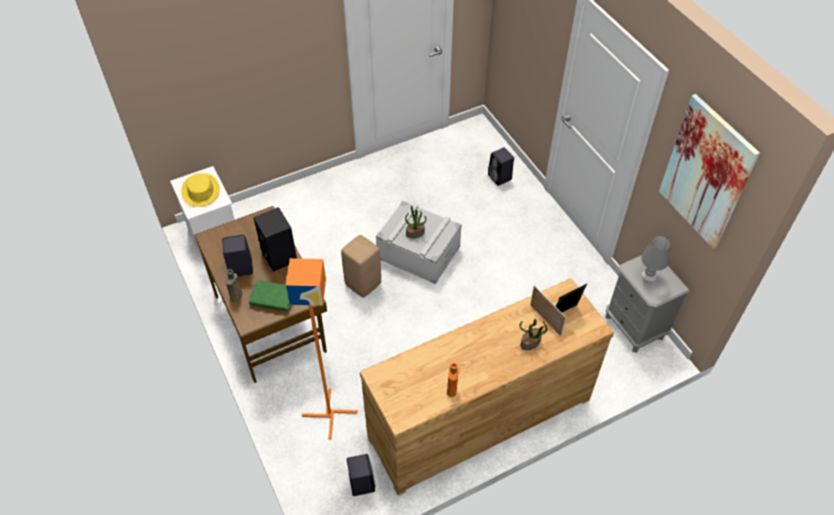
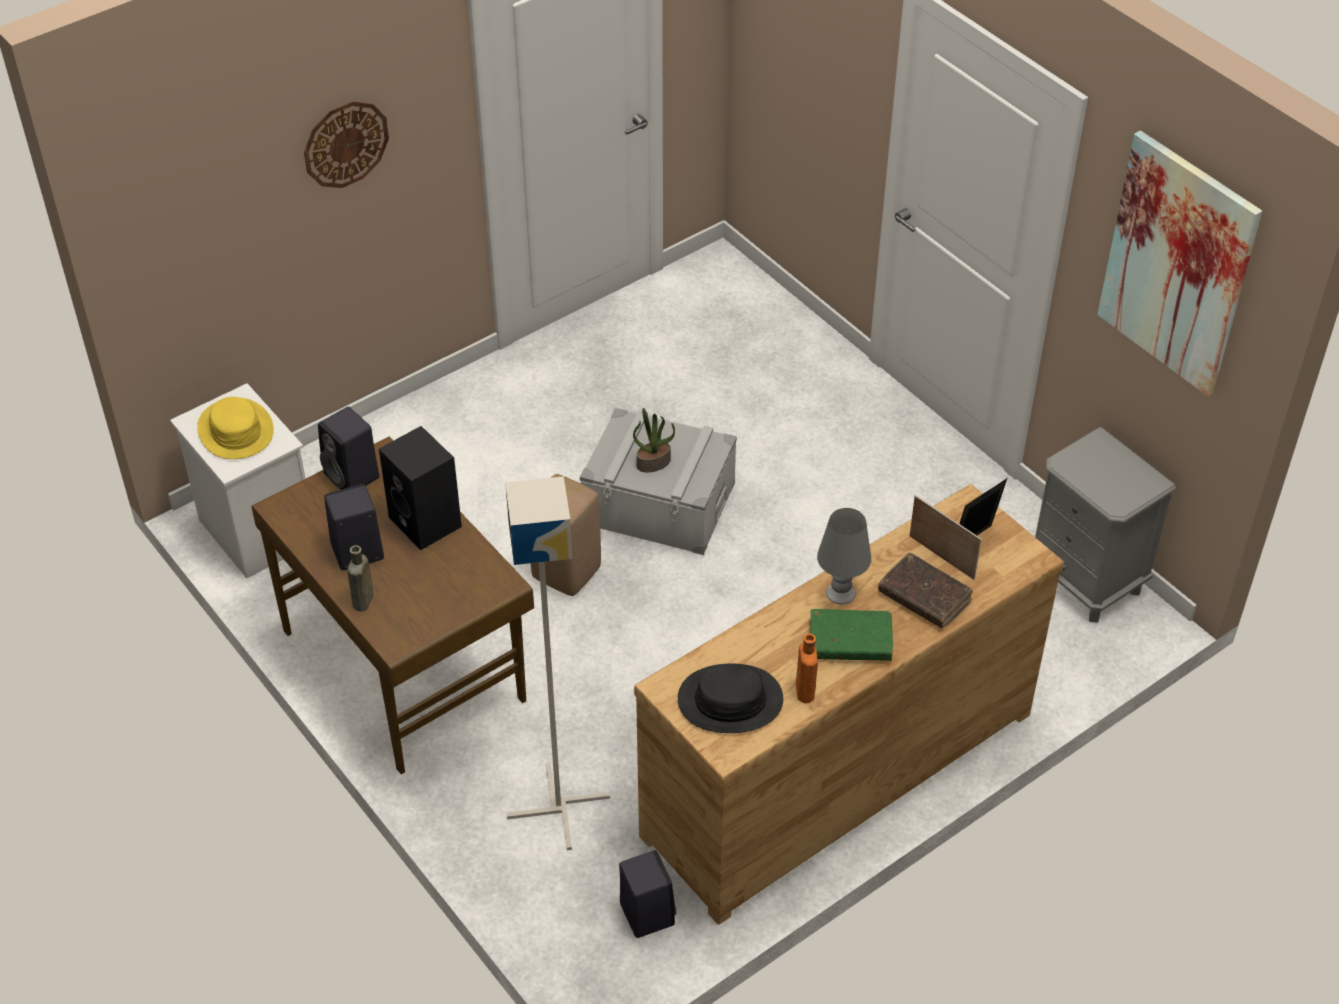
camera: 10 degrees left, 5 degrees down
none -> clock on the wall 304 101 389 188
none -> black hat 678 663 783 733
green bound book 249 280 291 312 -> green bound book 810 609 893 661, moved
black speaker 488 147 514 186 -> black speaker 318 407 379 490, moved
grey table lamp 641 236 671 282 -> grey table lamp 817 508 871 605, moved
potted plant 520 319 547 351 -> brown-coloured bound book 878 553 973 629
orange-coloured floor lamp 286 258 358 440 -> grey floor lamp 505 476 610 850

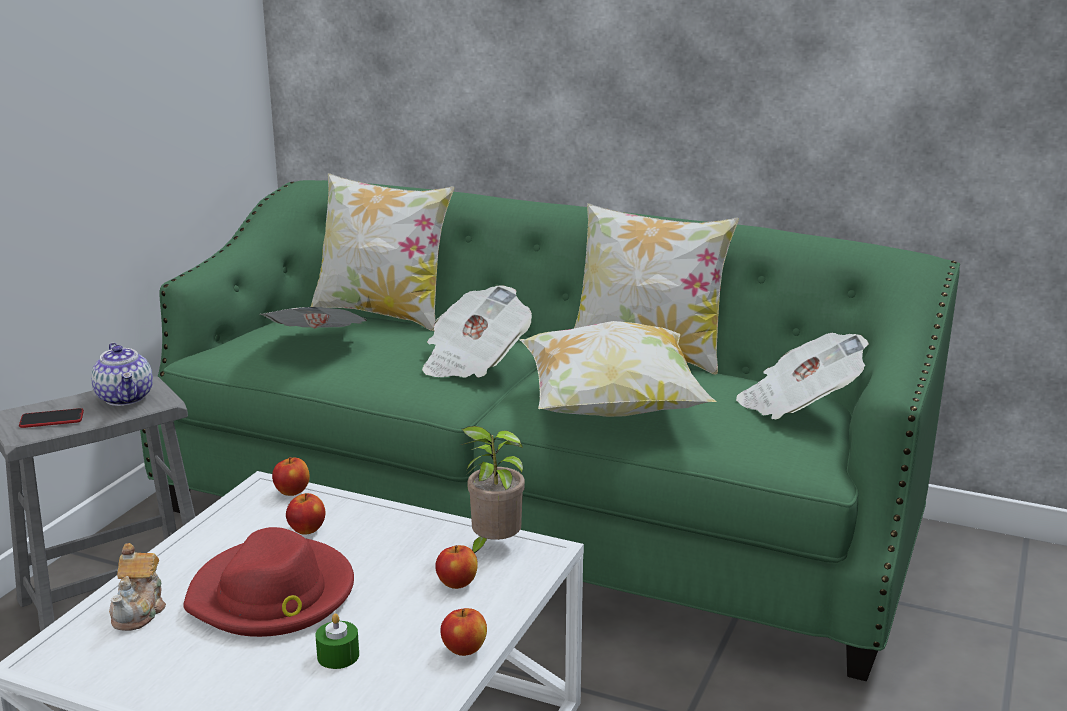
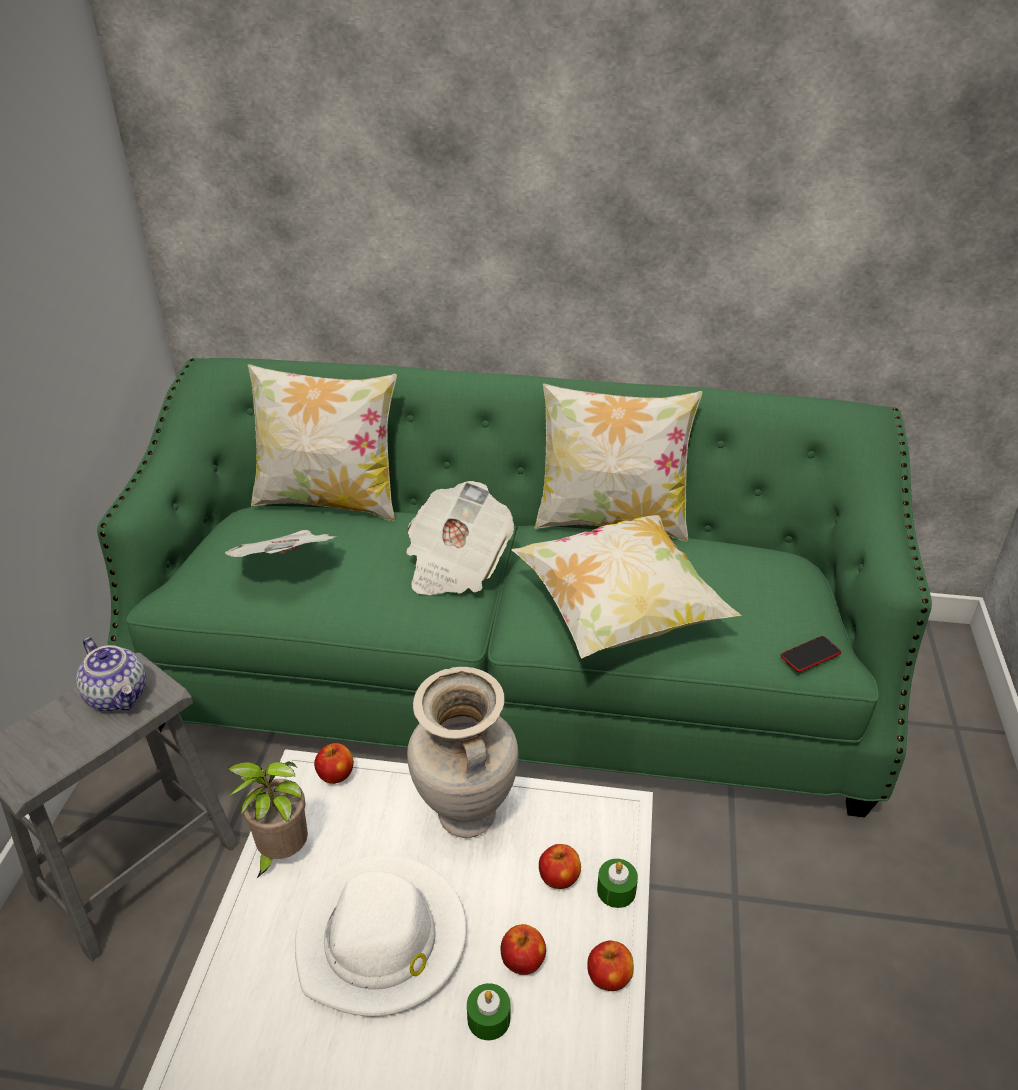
camera: 15 degrees left, 15 degrees up
tea pot 109 543 166 631 -> none
daily paper 736 333 869 419 -> none
none -> beige vase 407 667 518 838
none -> green candle 597 859 638 908
telephone 19 408 84 428 -> telephone 780 636 841 672, moved
apple 286 493 325 535 -> apple 501 924 546 975, moved
potted plant 461 426 525 553 -> potted plant 227 761 308 878, moved
red-coloured hat 183 527 354 637 -> white-coloured hat 295 855 467 1017

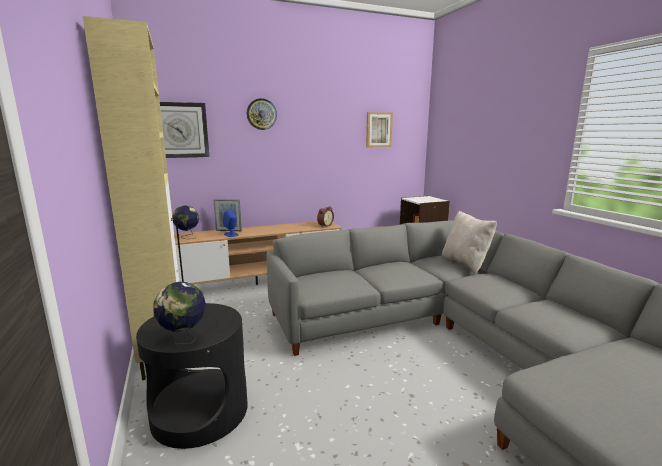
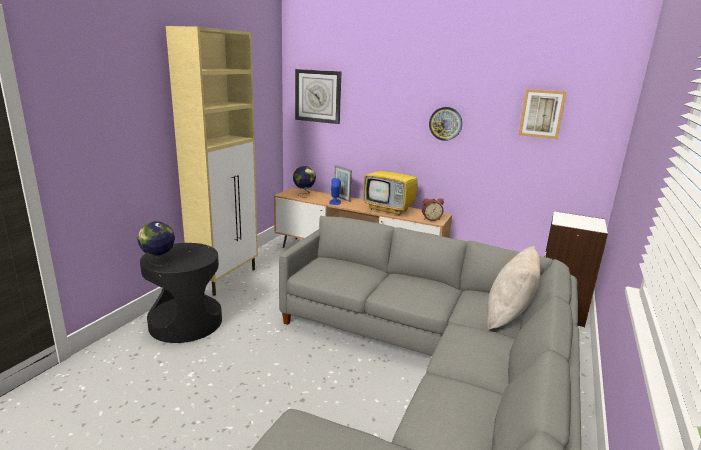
camera: 45 degrees right, 5 degrees up
none -> television 363 153 417 216
clock on the wall 247 98 277 130 -> clock on the wall 429 107 462 141, moved

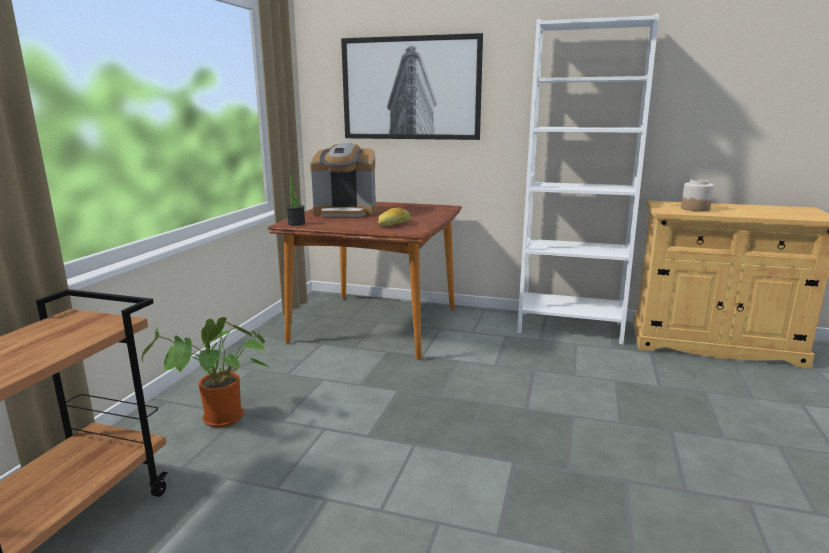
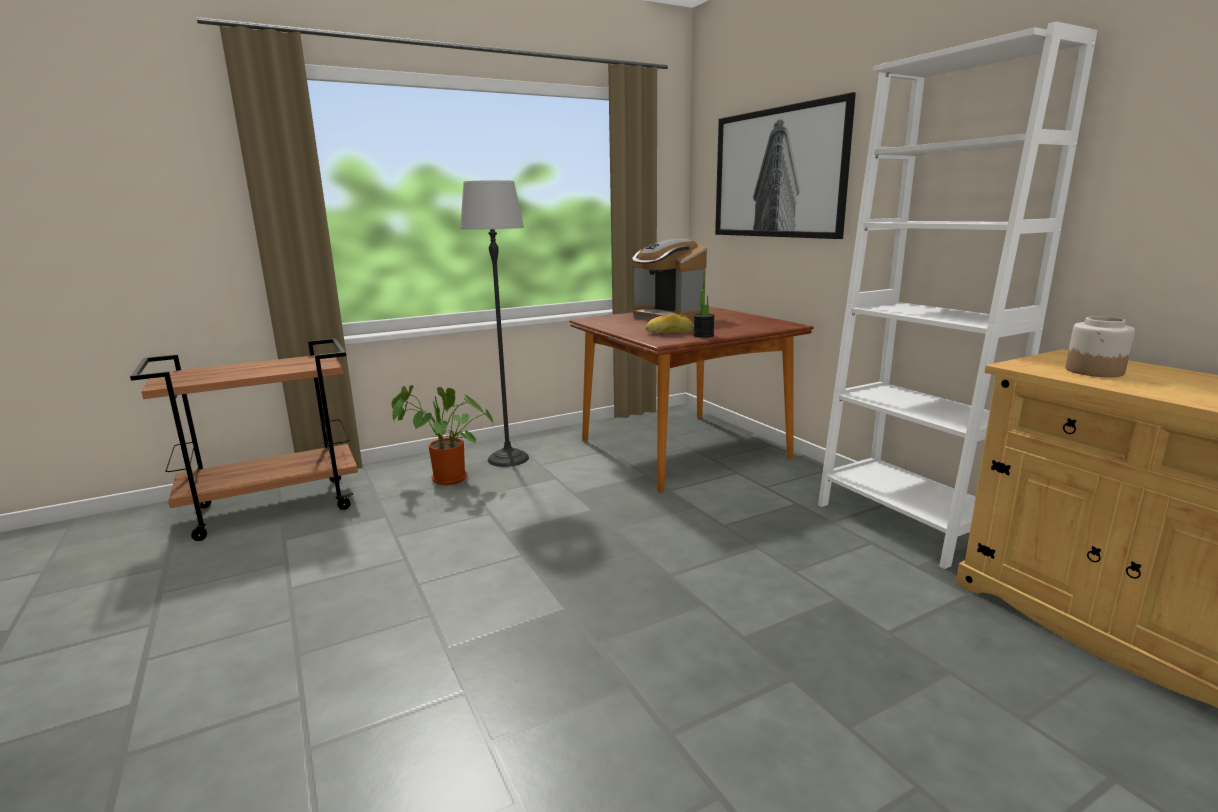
camera: 45 degrees right, 0 degrees up
none -> floor lamp 460 180 529 467
potted plant 287 172 305 225 -> potted plant 693 273 715 338, moved

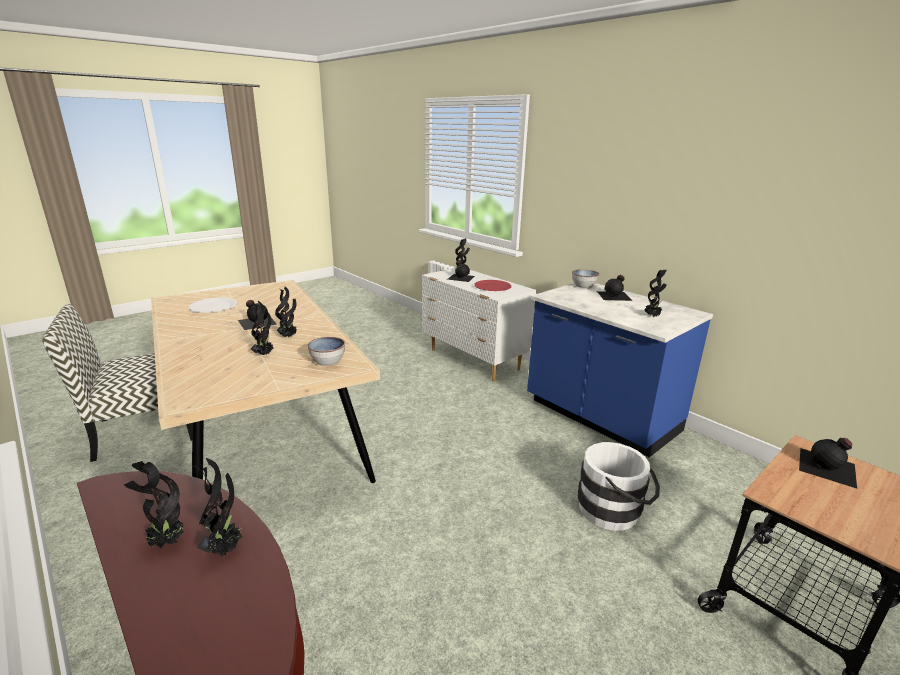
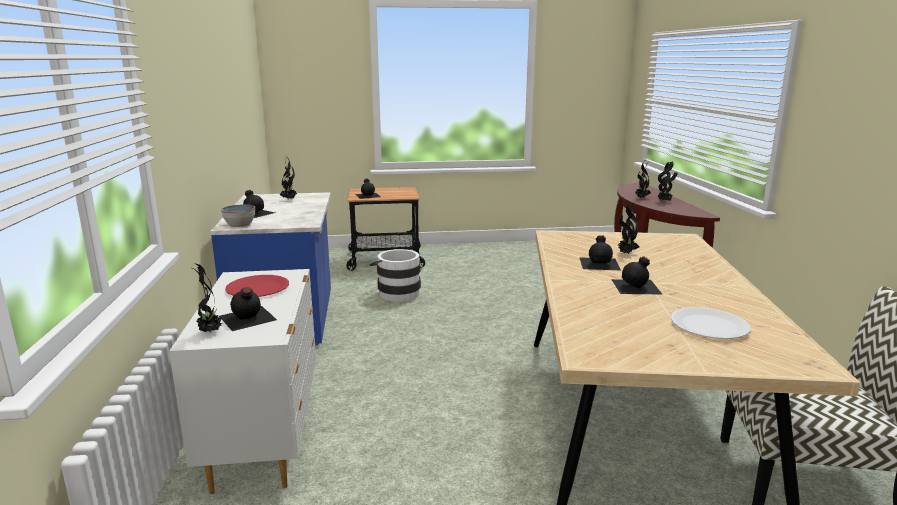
camera: 145 degrees left, 5 degrees down
serving bowl 308 337 345 366 -> none
potted plant 275 287 296 338 -> black bottle 579 235 621 270

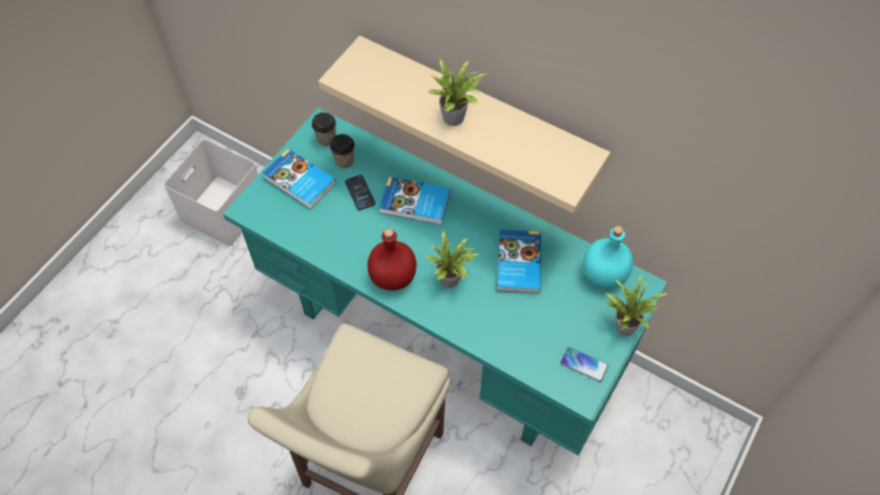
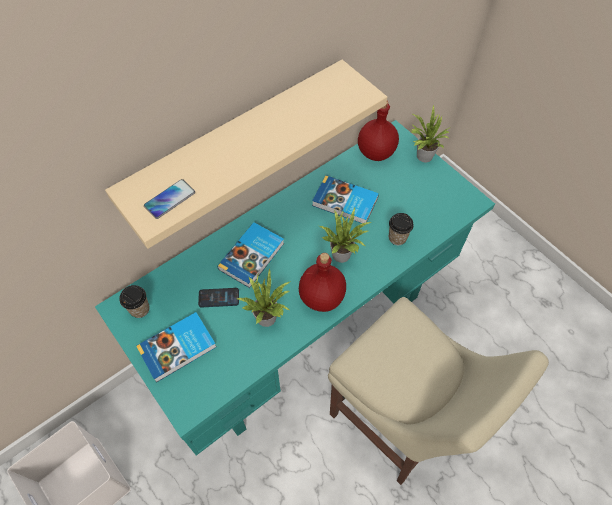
camera: 70 degrees left, 0 degrees up
drinking cup 330 134 355 168 -> drinking cup 389 213 414 245, moved
potted plant 427 58 487 126 -> potted plant 237 268 291 327, moved
telephone 560 347 609 382 -> telephone 144 179 195 219, moved
turquoise-coloured bottle 583 226 633 288 -> red-coloured bottle 358 101 399 161

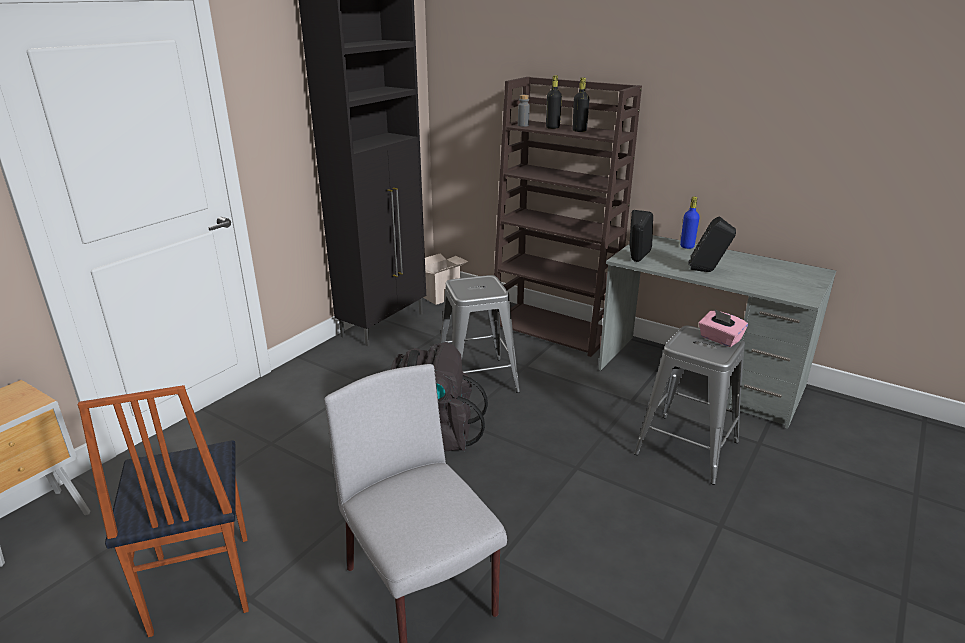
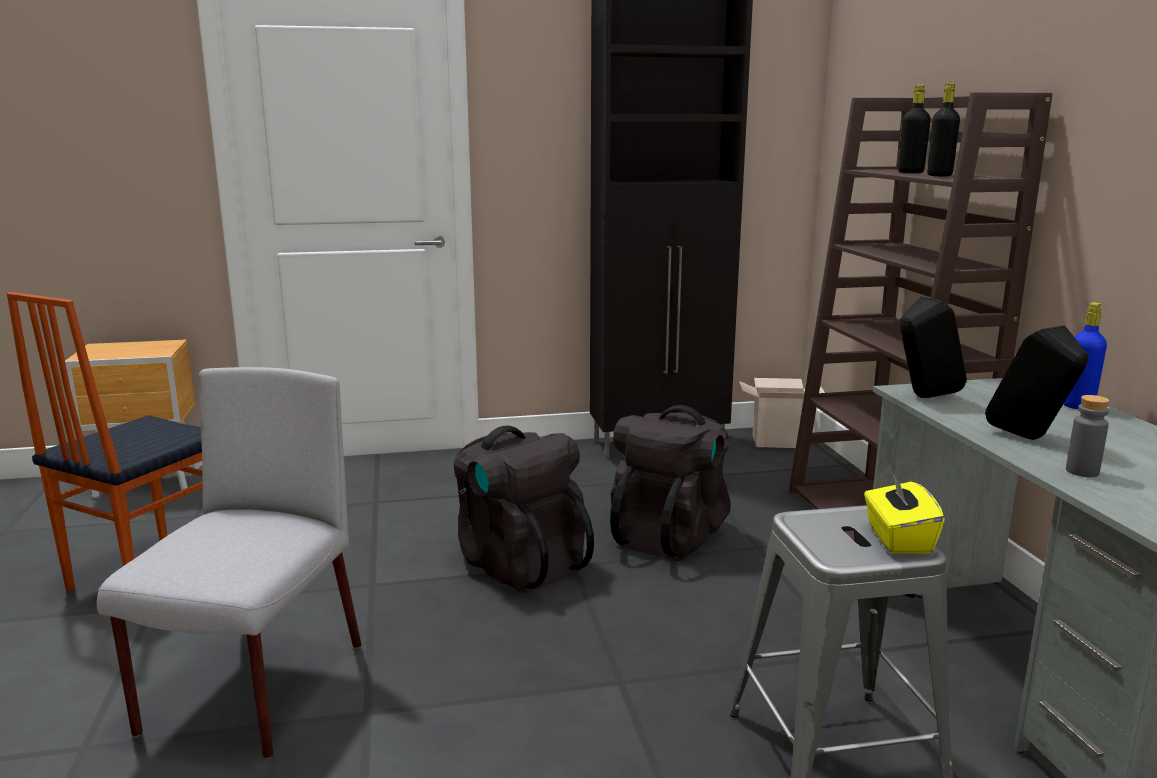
camera: 45 degrees right, 10 degrees down
grey bottle 518 95 530 127 -> grey bottle 1066 395 1110 477, moved
grey stool seat 440 275 520 393 -> black knapsack 610 405 731 561
pinkish tissue box 699 310 748 347 -> yellow-coloured tissue box 864 473 945 554

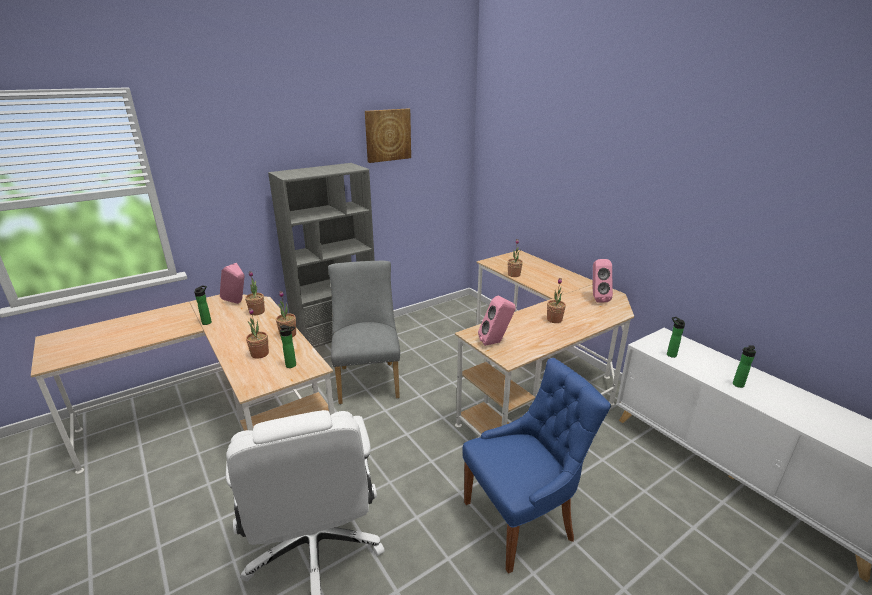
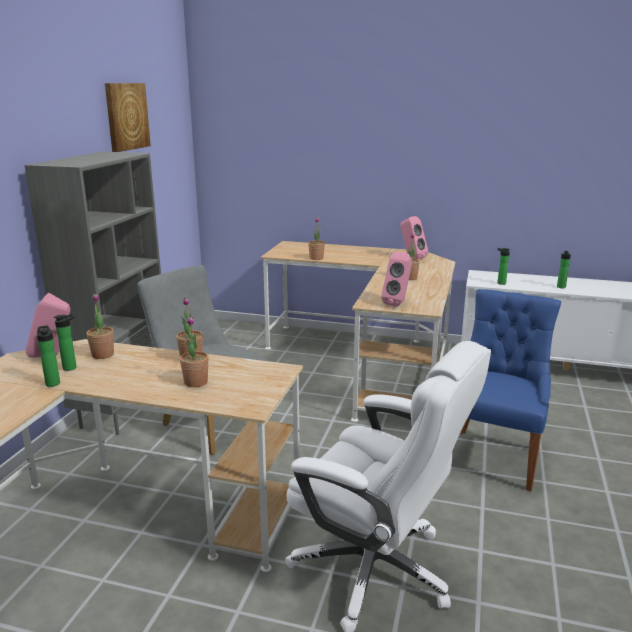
camera: 40 degrees left, 5 degrees down
bottle 280 325 296 368 -> bottle 54 314 77 371, moved

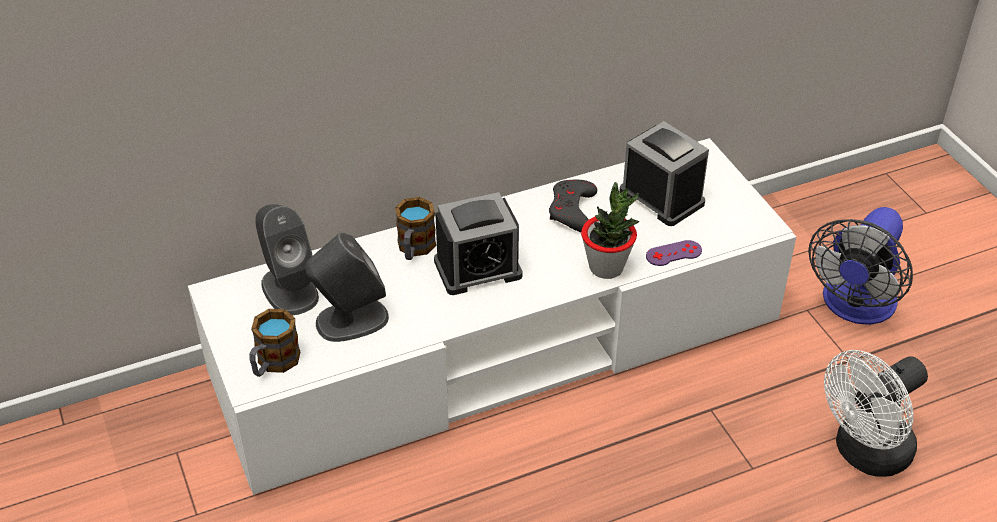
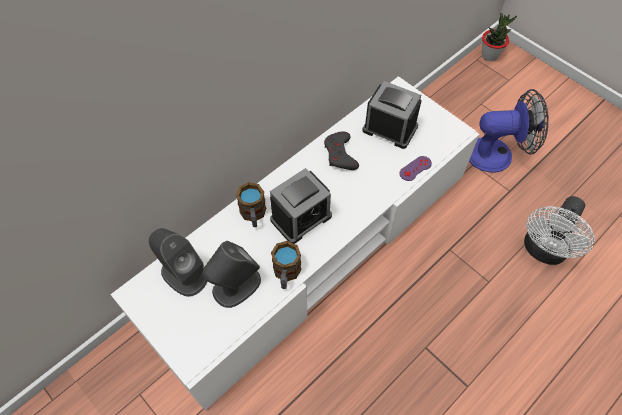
camera: 20 degrees left, 15 degrees up
tea mug 249 309 300 377 -> tea mug 271 241 302 289, moved
potted plant 581 182 639 279 -> potted plant 482 13 517 61, moved
fan 808 207 913 325 -> fan 469 89 549 173, 105 degrees counterclockwise

